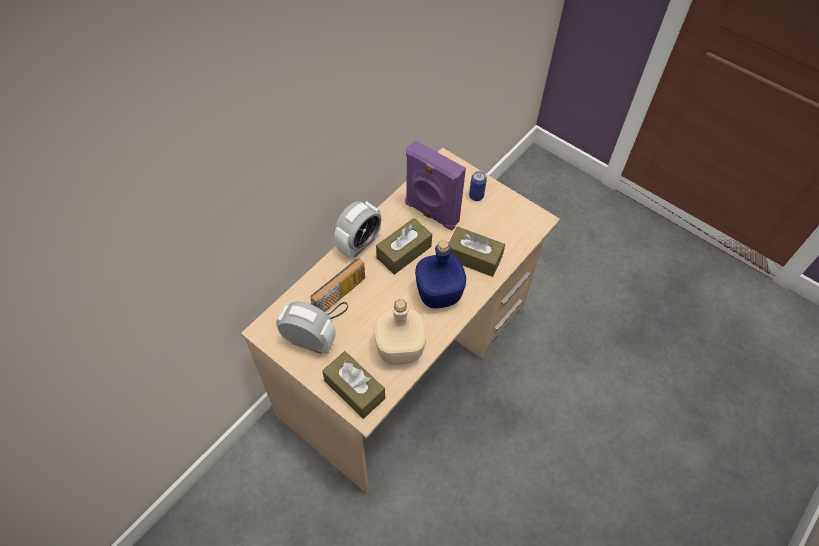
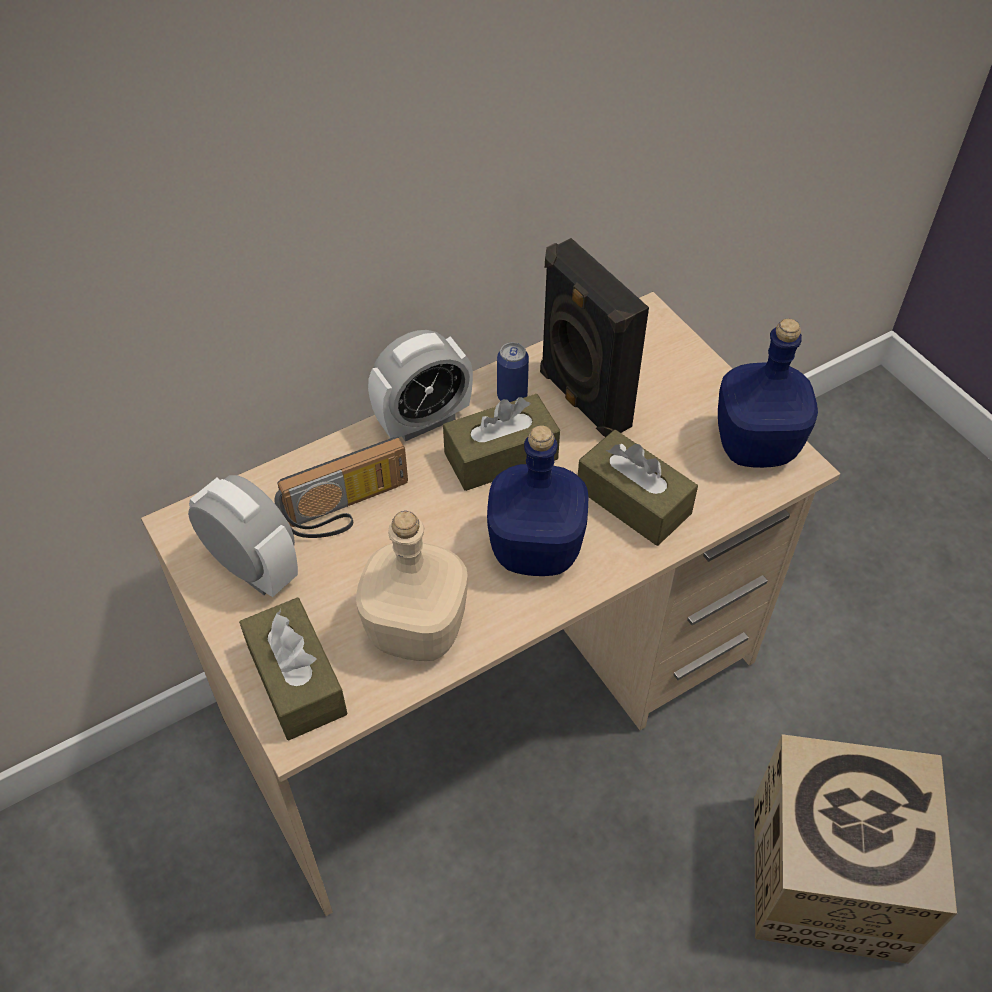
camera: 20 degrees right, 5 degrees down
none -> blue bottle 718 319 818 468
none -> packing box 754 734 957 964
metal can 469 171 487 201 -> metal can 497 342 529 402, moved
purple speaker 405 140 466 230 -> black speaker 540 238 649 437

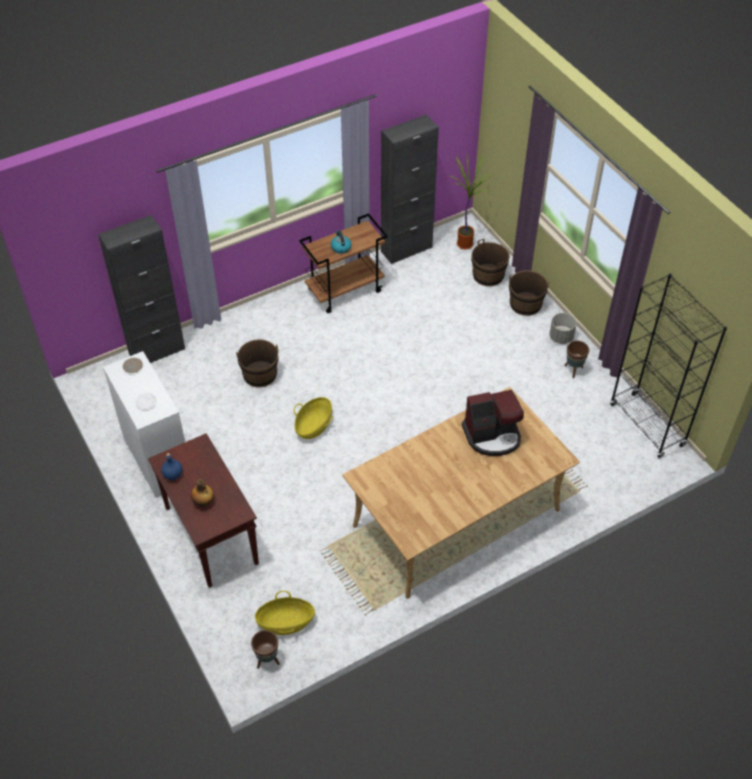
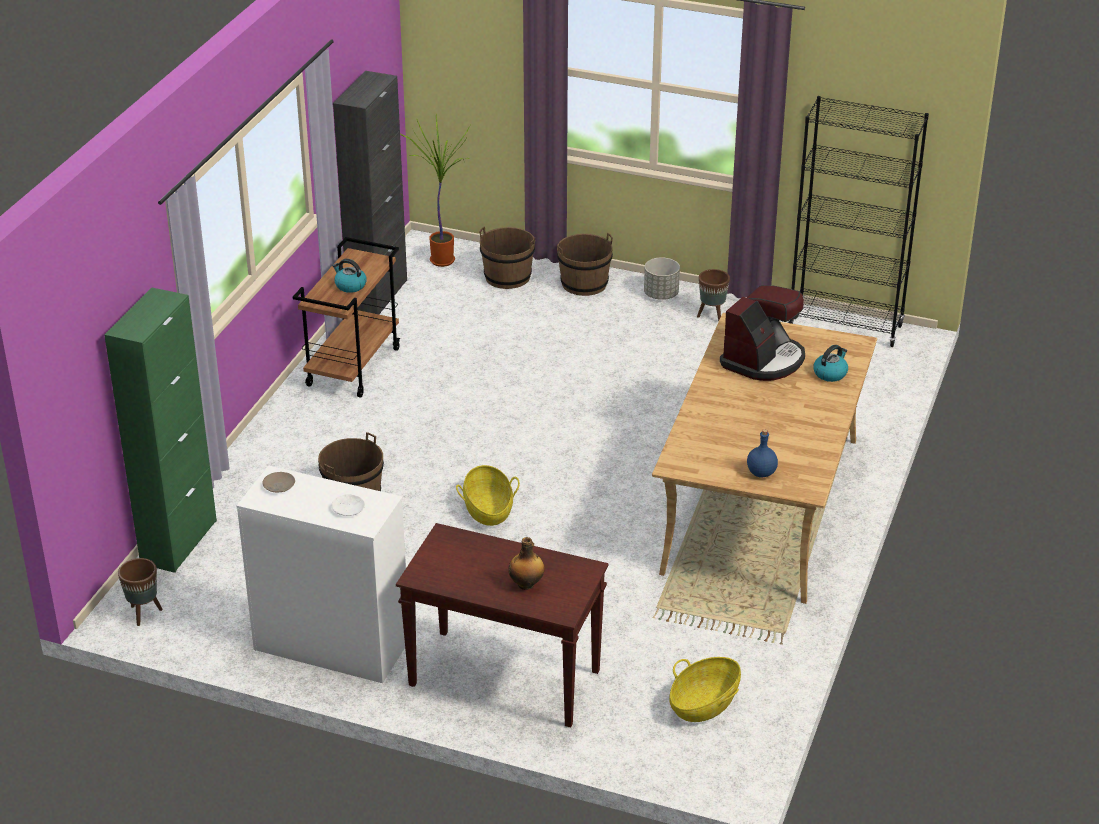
camera: 40 degrees left, 15 degrees down
none -> kettle 813 345 848 382
blue bottle 161 453 182 480 -> blue bottle 747 429 778 477, moved
brown-coloured planter 251 630 280 669 -> brown-coloured planter 118 558 163 626, moved
black cabinet 98 215 185 363 -> green cabinet 104 288 217 573

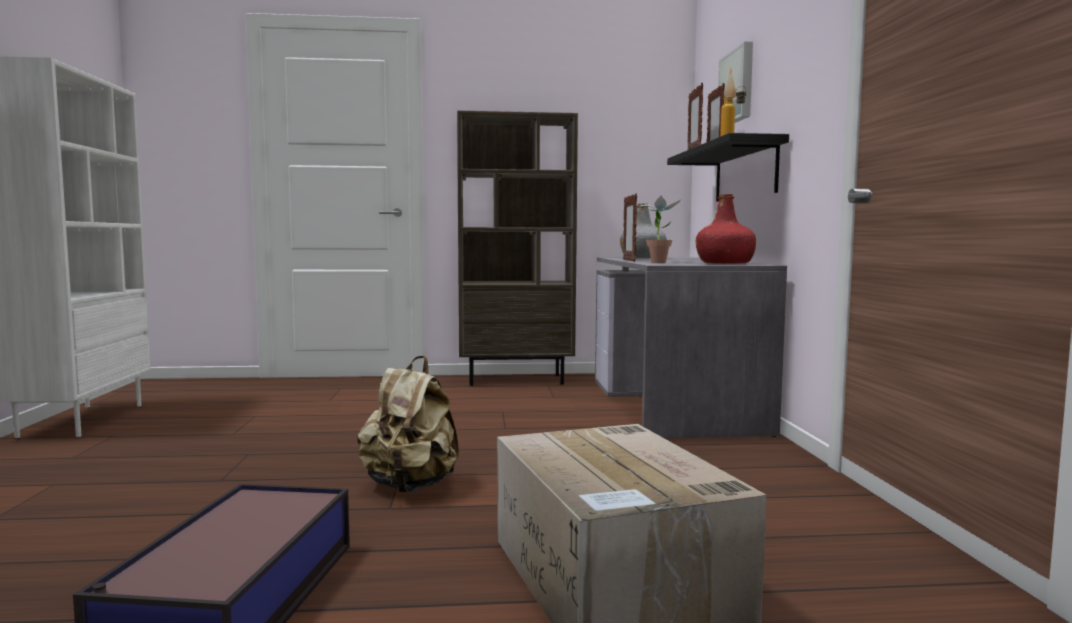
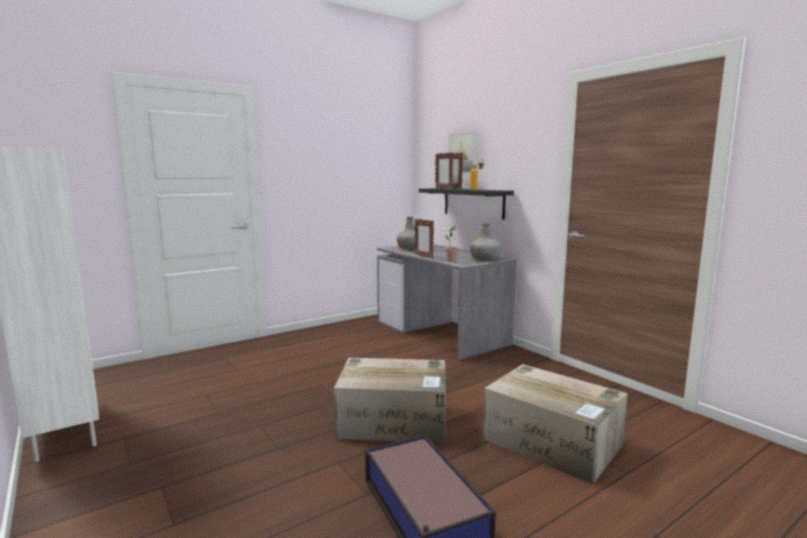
camera: 30 degrees left, 5 degrees up
brown-coloured bookcase 457 110 578 386 -> none
beige knapsack 357 356 459 493 -> packing box 334 358 446 443
red-coloured bottle 696 194 756 264 -> grey bottle 470 223 502 261

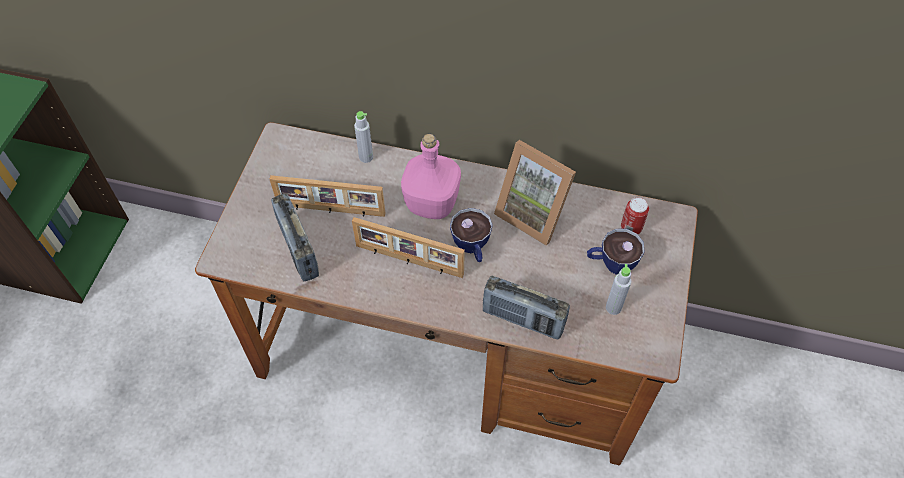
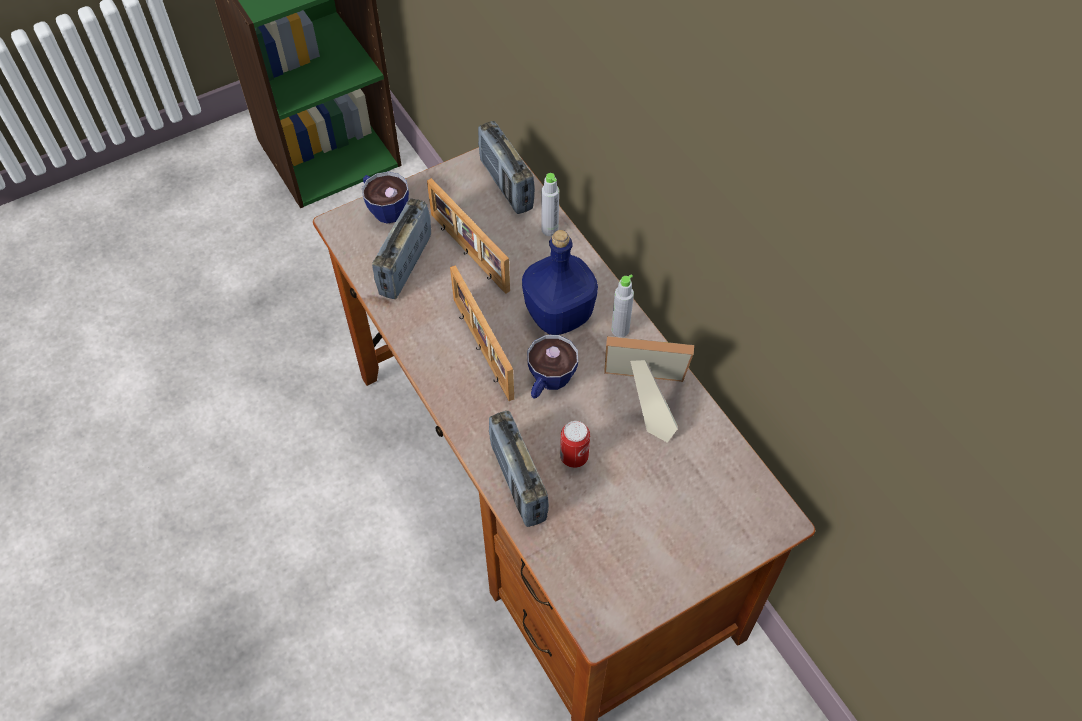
camera: 45 degrees right, 0 degrees up
none -> radio set 478 121 535 214
drinking cup 587 229 645 274 -> drinking cup 362 172 409 224, moved
grey bottle 606 264 631 315 -> grey bottle 611 275 634 337, moved
metal can 621 197 649 234 -> metal can 560 421 590 468, moved
pinkish bottle 401 134 461 219 -> blue bottle 522 230 598 335
photo frame 494 140 576 246 -> photo frame 604 336 694 443, 105 degrees clockwise

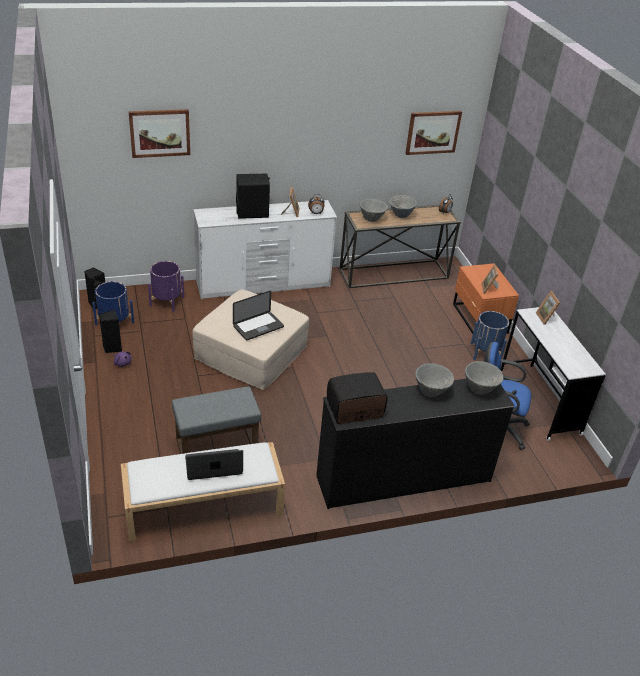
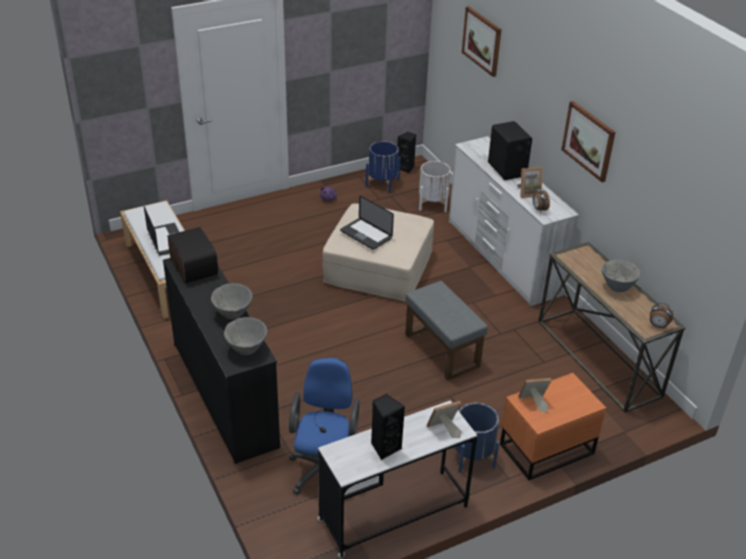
camera: 80 degrees right, 0 degrees up
grey serving bowl 360 199 388 222 -> none
black speaker 99 310 122 353 -> black speaker 371 394 405 460, moved
grey footrest 172 386 261 454 -> grey footrest 405 281 488 381, moved
wall art 405 111 462 155 -> wall art 561 101 615 182, moved
purple planter 148 261 184 312 -> white-coloured planter 419 161 451 212

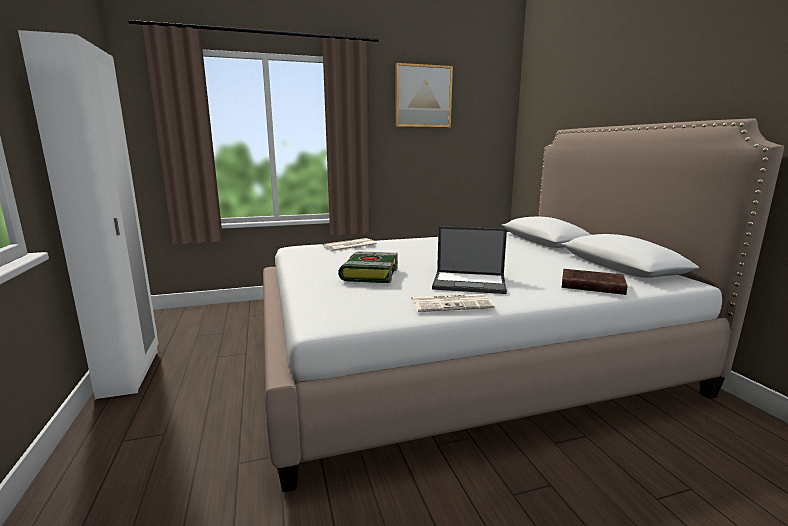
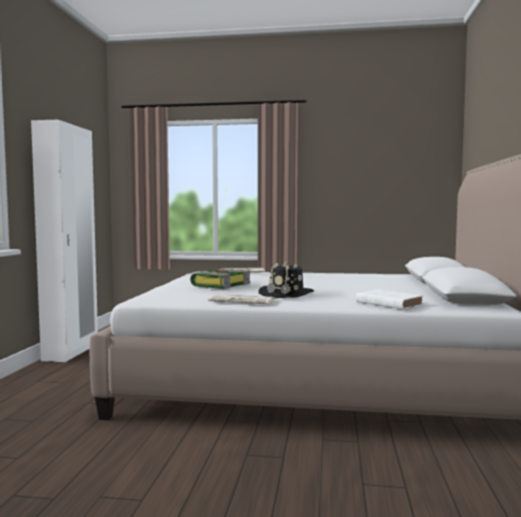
camera: 25 degrees right, 10 degrees down
wall art 396 63 453 127 -> none
portable computer 432 226 507 294 -> black hat 259 261 314 298
brown-coloured bound book 562 269 628 295 -> white-coloured bound book 356 290 423 309

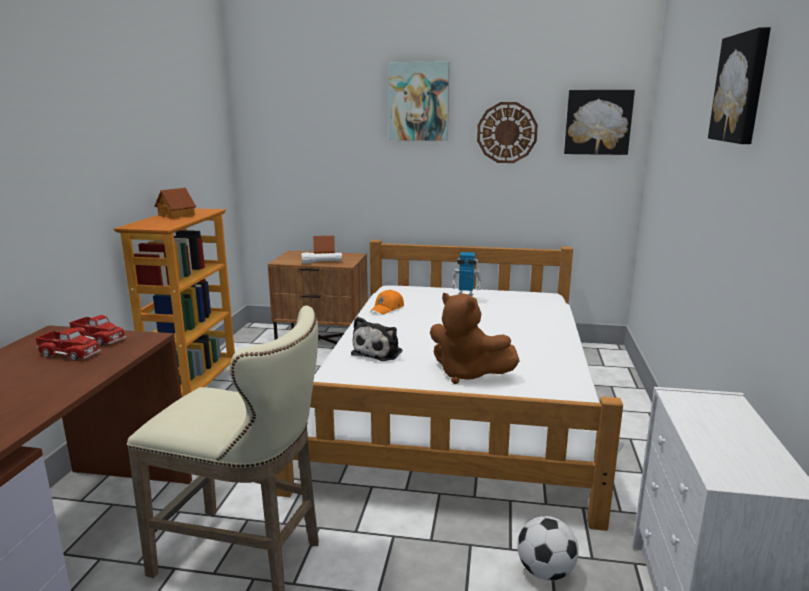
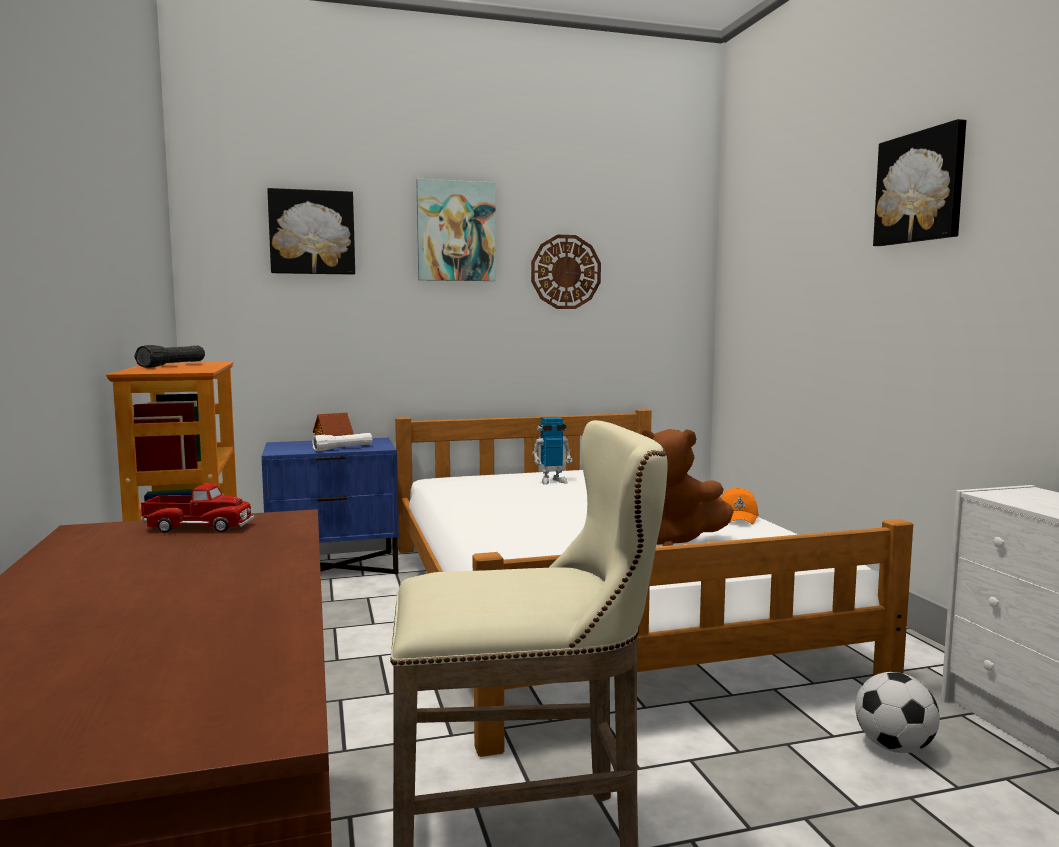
camera: 25 degrees left, 10 degrees down
toy truck 36 328 101 361 -> none
soft toy 351 317 402 361 -> none
orange-coloured cap 371 290 404 314 -> orange-coloured cap 721 487 759 524, moved
wall art 564 90 635 155 -> wall art 267 188 355 275, moved
toy house 155 188 196 219 -> black torch 134 345 205 368
brown-coloured night table 268 251 368 344 -> blue night table 262 438 399 574

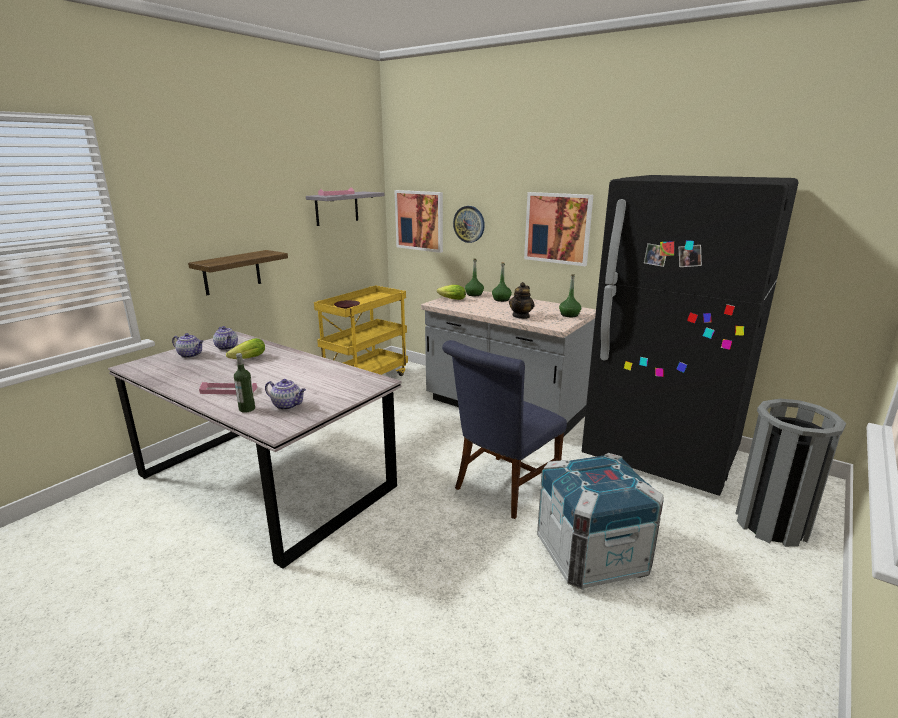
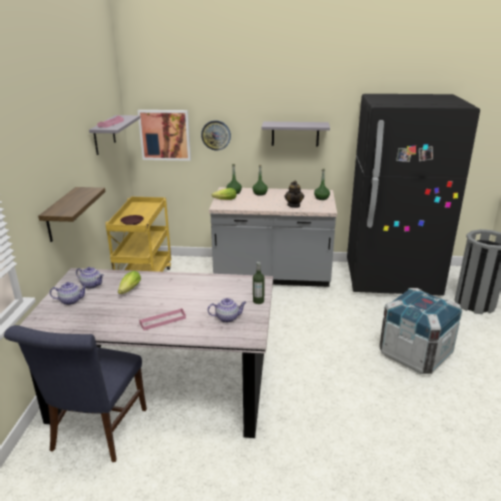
camera: 30 degrees left, 5 degrees up
bottle 234 353 255 413 -> bottle 253 262 265 304, moved
blue upright chair 442 340 567 519 -> blue upright chair 4 325 147 462, moved
wall art 524 192 593 266 -> grey wall shelf 261 121 330 146

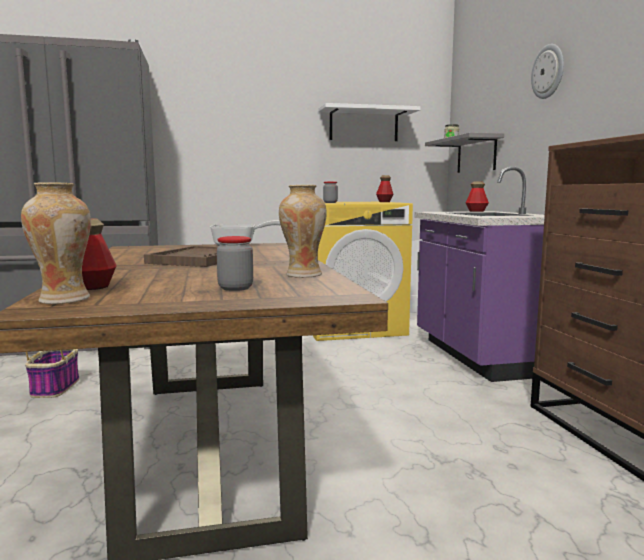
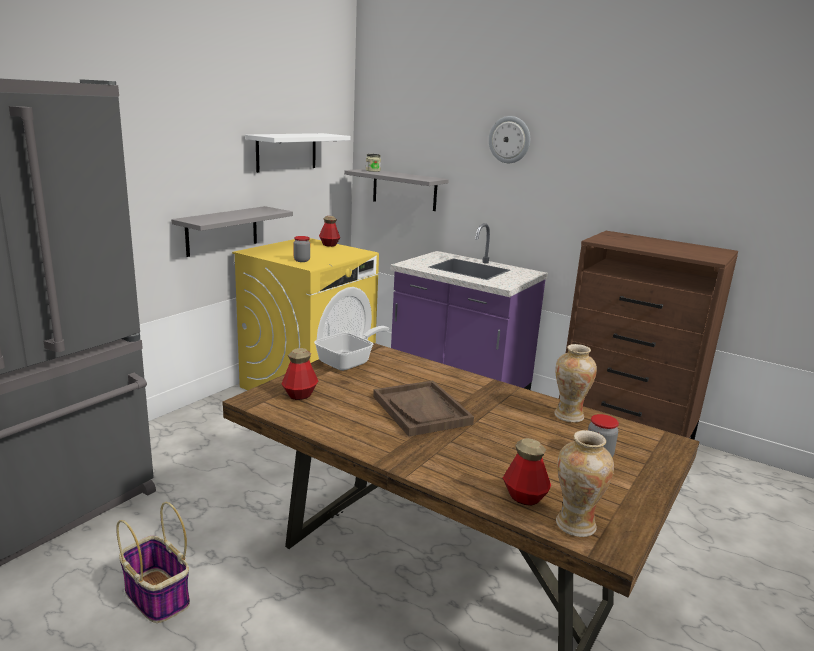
camera: 45 degrees left, 10 degrees up
none -> grey wall shelf 171 206 293 257
bottle 466 181 489 212 -> bottle 281 348 318 400, moved

